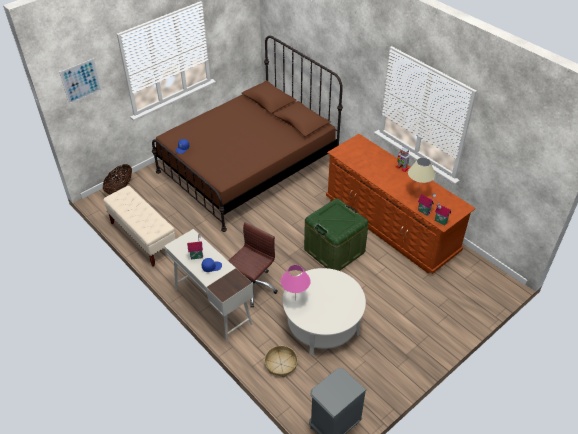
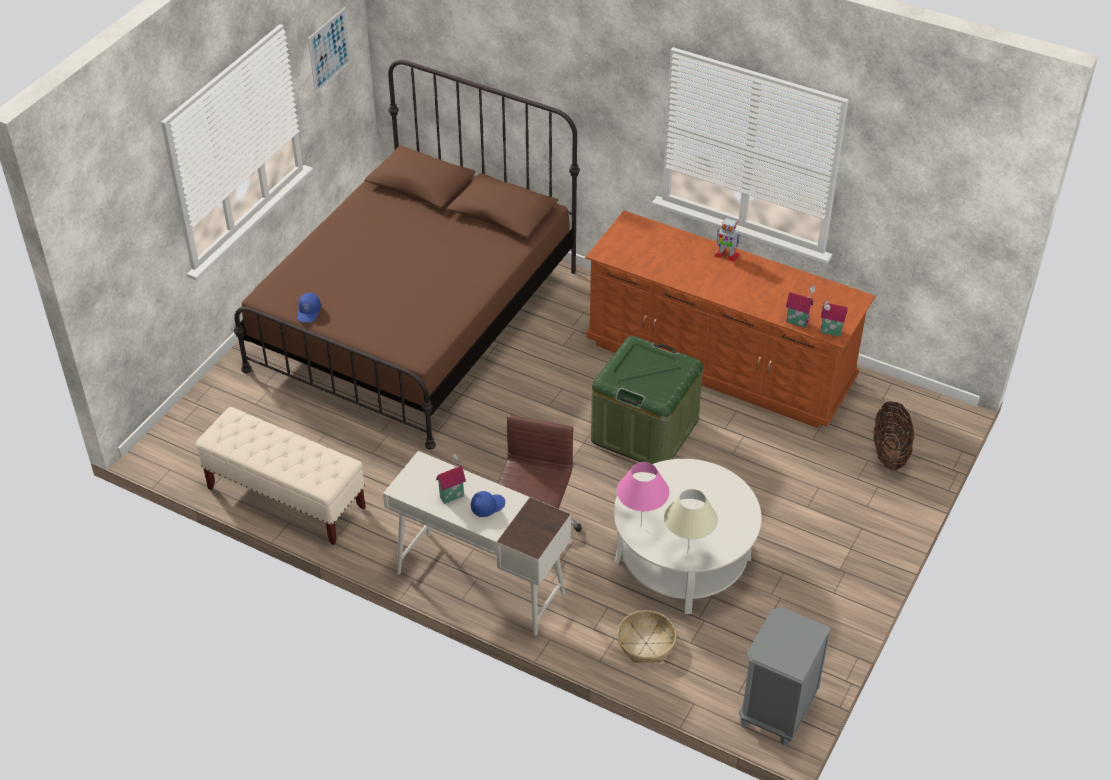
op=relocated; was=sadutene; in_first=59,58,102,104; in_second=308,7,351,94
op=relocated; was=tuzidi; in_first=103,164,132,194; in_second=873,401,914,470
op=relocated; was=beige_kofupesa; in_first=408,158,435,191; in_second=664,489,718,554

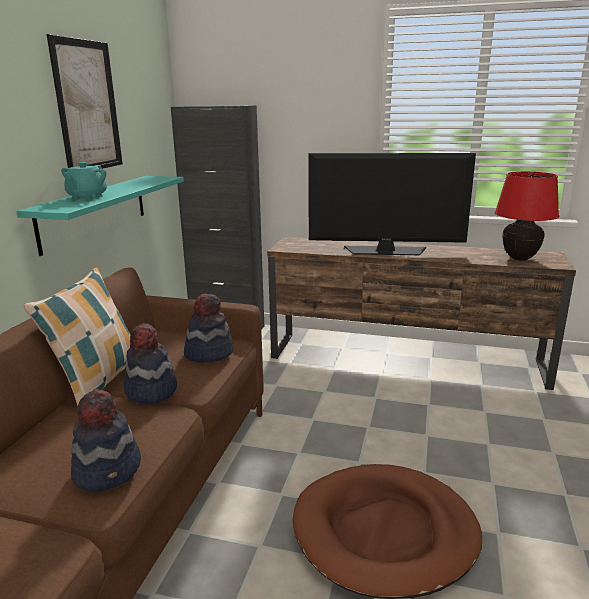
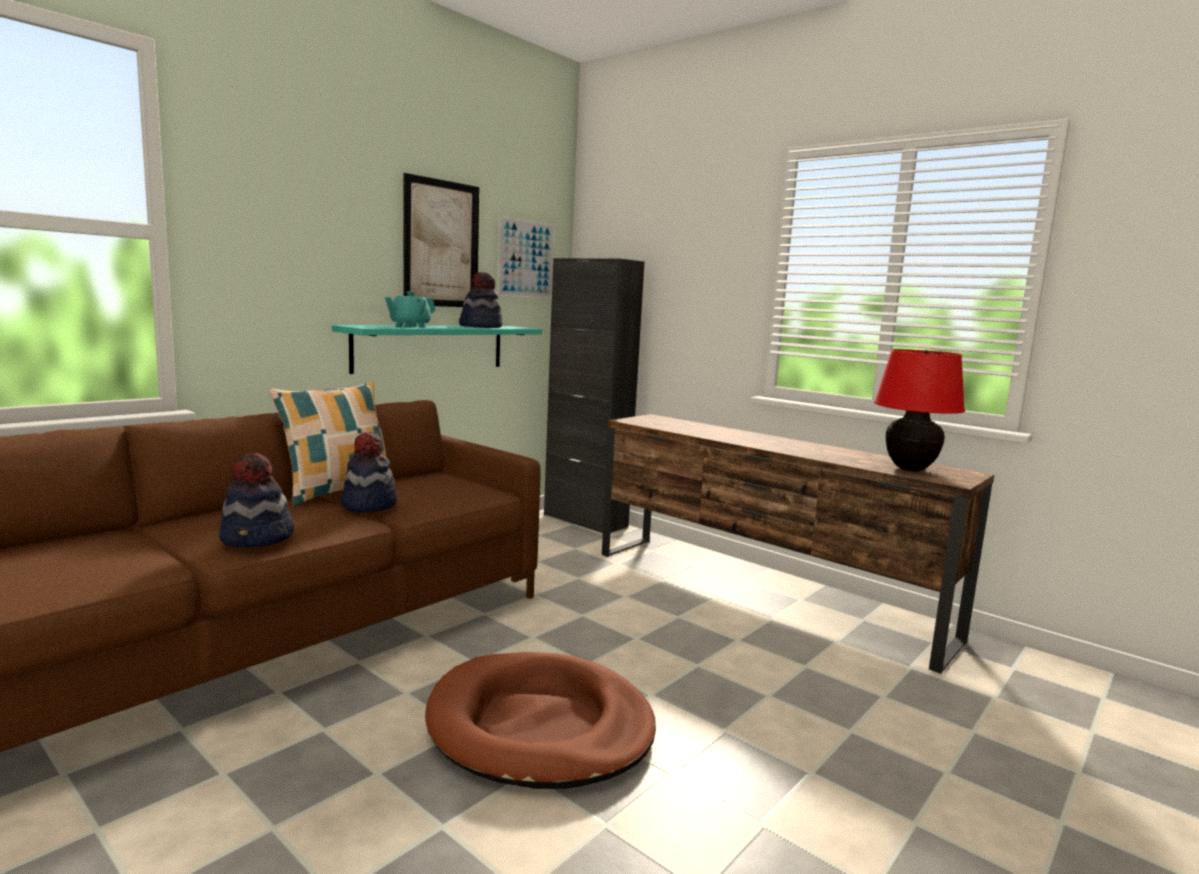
op=missing; was=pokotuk; in_first=308,153,476,255
op=appeared; now=sadutene; in_second=497,215,555,299
op=relocated; was=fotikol; in_first=184,294,233,363; in_second=459,272,503,328

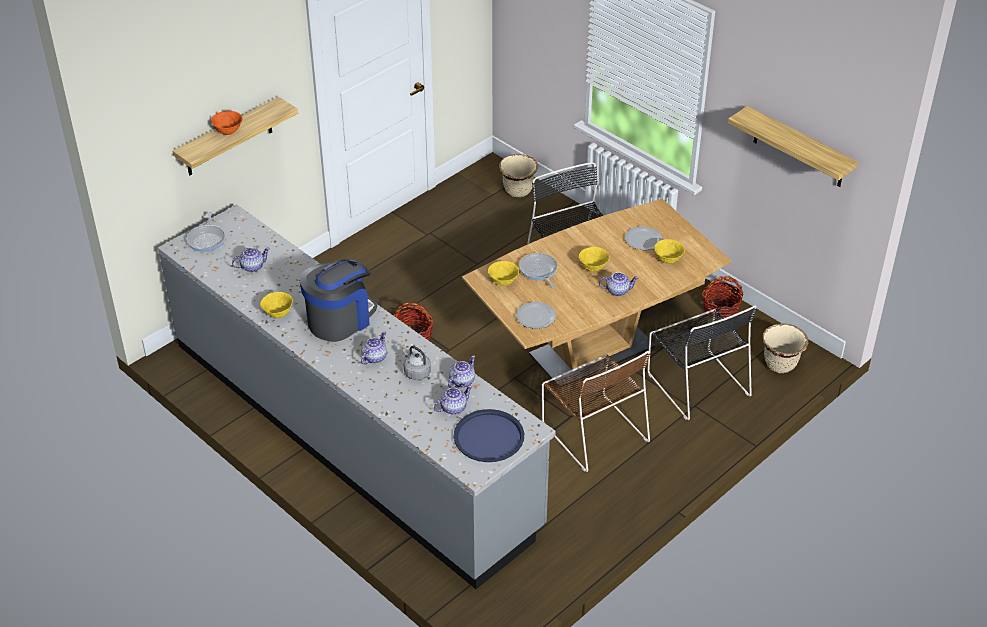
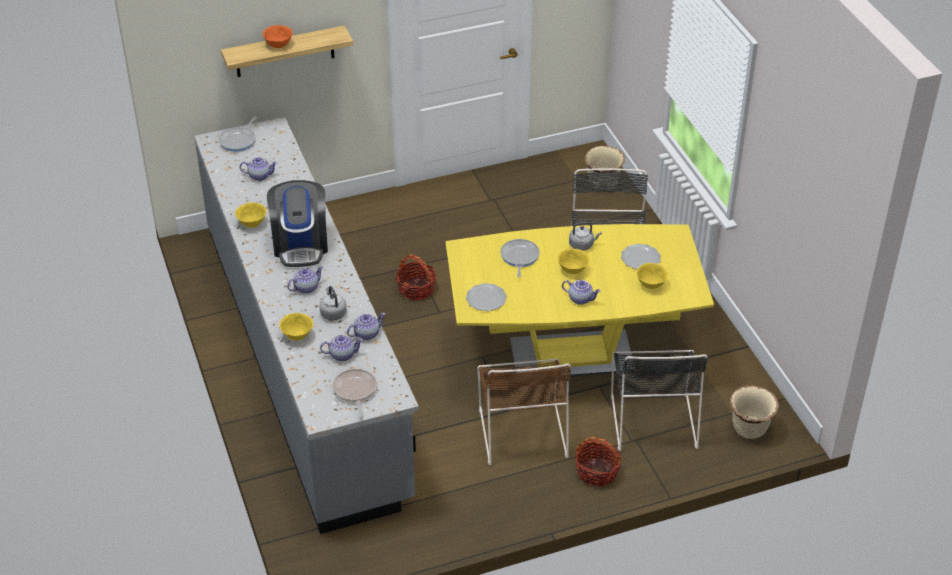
op=missing; was=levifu; in_first=728,106,858,187
op=appeared; now=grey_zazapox; in_second=569,222,602,251
op=relocated; was=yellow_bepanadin; in_first=488,261,519,286; in_second=279,313,313,341
op=relocated; was=tuzidi; in_first=702,276,744,319; in_second=575,437,621,487
op=exchanged; was=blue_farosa; now=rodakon; in_first=454,409,524,462; in_second=333,369,377,417
op=colour; was=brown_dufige; now=yellow_dufige; in_first=462,199,731,387; in_second=446,224,714,379
op=spun; was=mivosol; in_first=299,259,377,342; in_second=267,180,328,267; clockwise=105

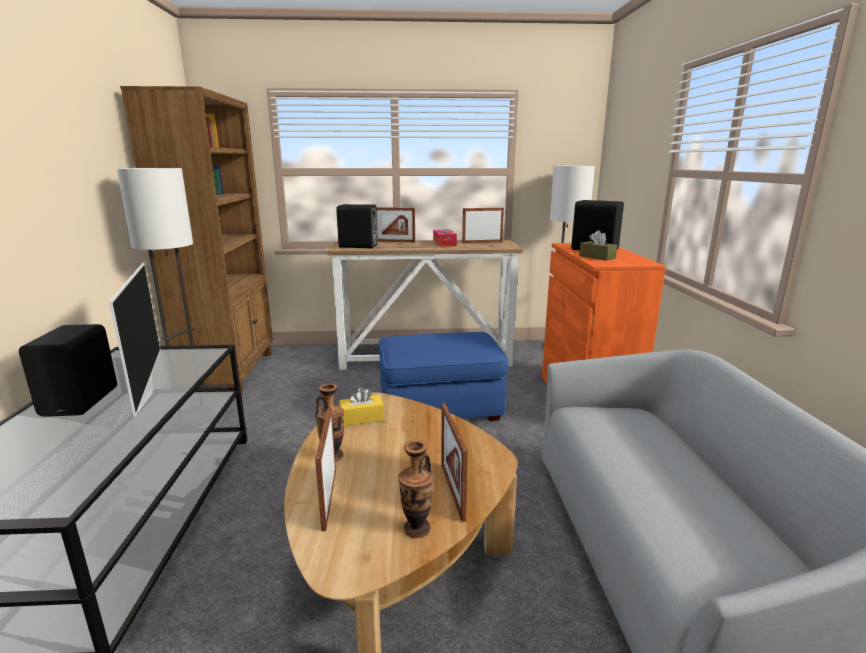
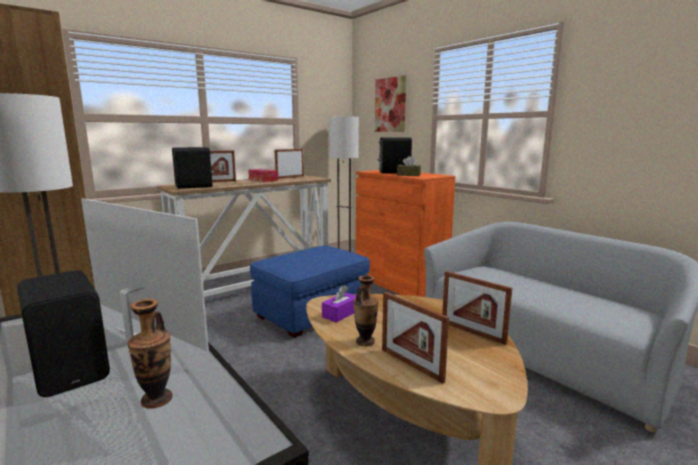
op=appeared; now=sadutene; in_second=375,75,406,132
op=relocated; was=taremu; in_first=398,440,434,538; in_second=127,299,172,409
op=colour; was=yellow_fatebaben; now=purple_fatebaben; in_first=340,387,384,426; in_second=322,285,356,323

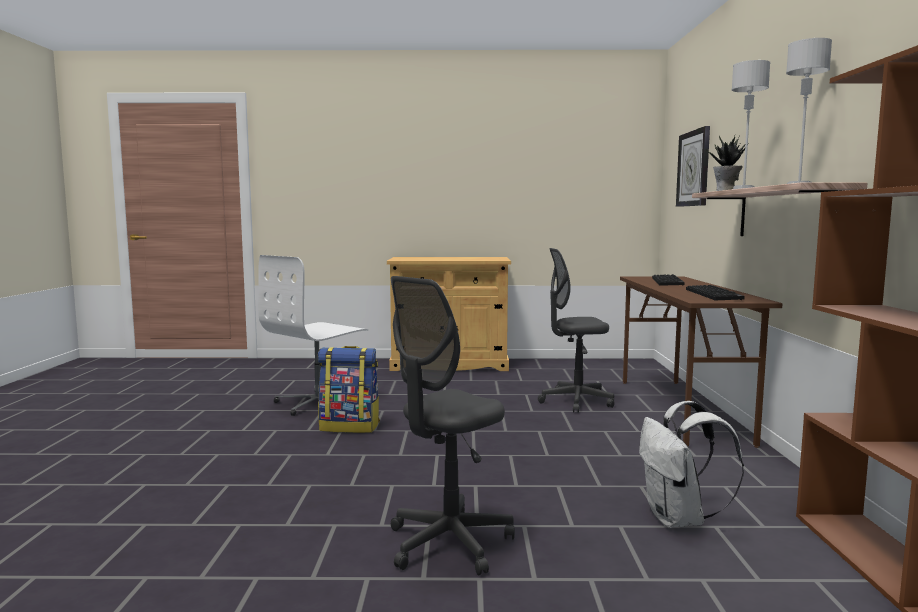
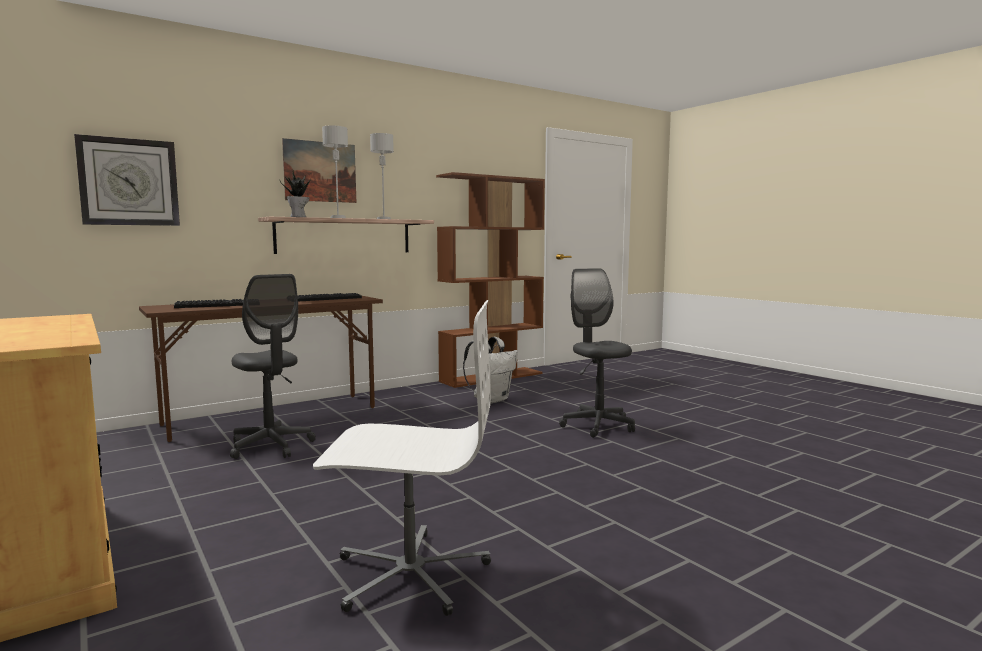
op=missing; was=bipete; in_first=318,346,380,433
op=appeared; now=sadutene; in_second=282,138,356,203
op=spun; was=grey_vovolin; in_first=391,276,515,575; in_second=559,268,635,438; clockwise=-120

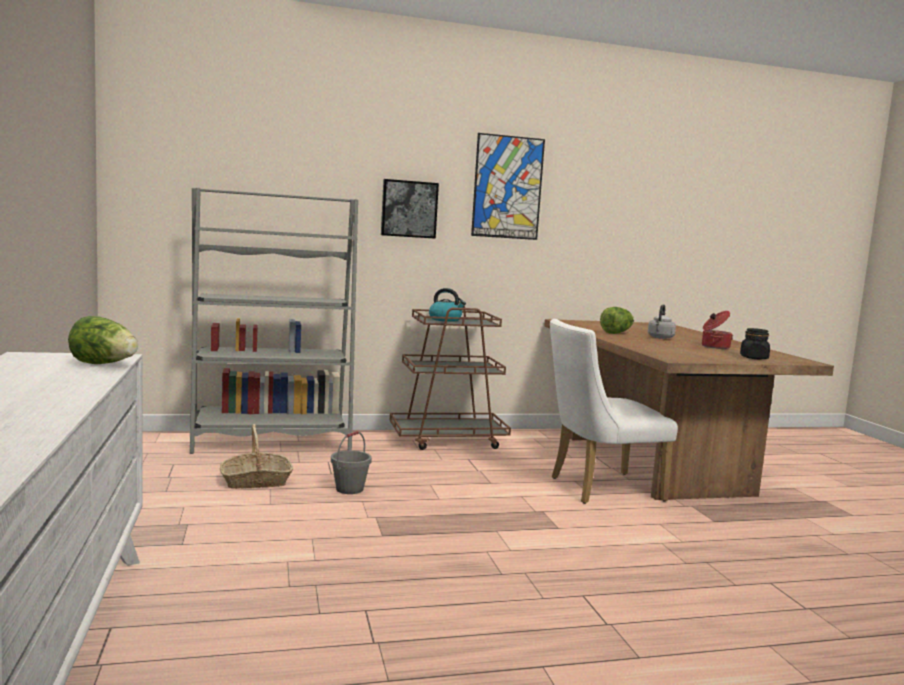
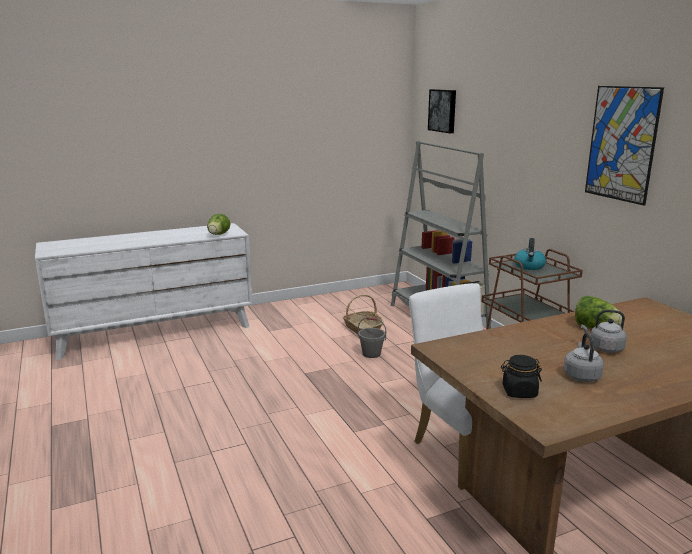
op=relocated; was=sadutene; in_first=381,179,439,239; in_second=428,89,456,133
op=exchanged; was=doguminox; now=grey_zazapox; in_first=702,311,733,349; in_second=564,333,604,382

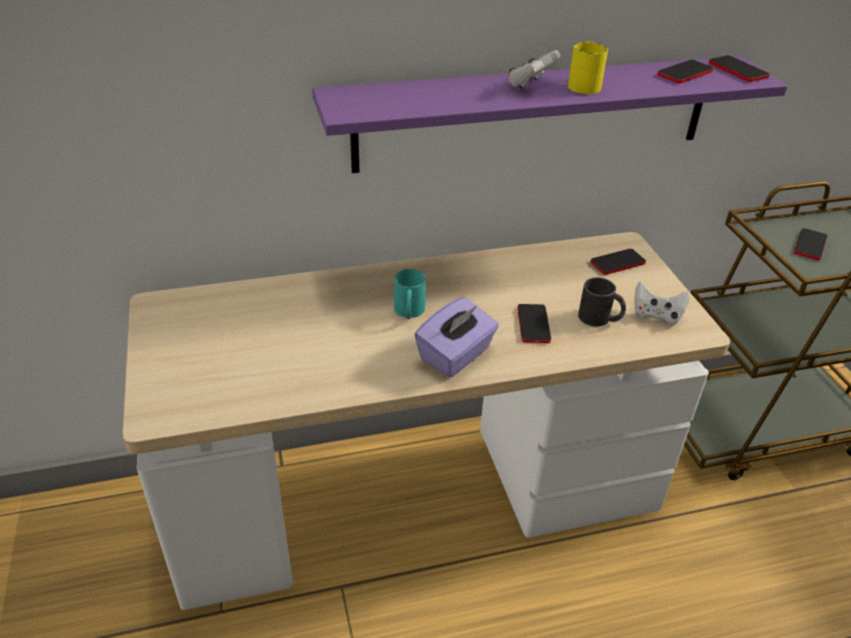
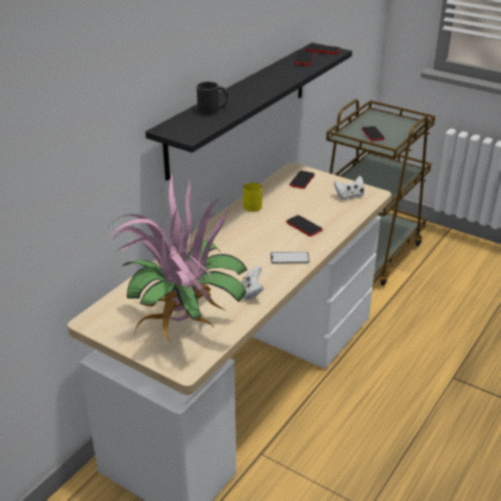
op=missing; was=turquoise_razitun; in_first=394,269,426,319
op=appeared; now=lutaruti; in_second=107,174,247,343
op=relocated; was=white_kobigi; in_first=508,50,560,88; in_second=241,266,264,300
op=relocated; was=yellow_razitun; in_first=568,42,608,94; in_second=243,183,262,212
op=relocated; was=black_razitun; in_first=578,277,626,326; in_second=197,81,229,115
op=exchanged; was=purple_fatebaben; now=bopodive; in_first=415,297,499,377; in_second=271,252,310,264
op=colour; was=purple_levifu; now=black_levifu; in_first=312,56,787,173; in_second=145,43,352,181

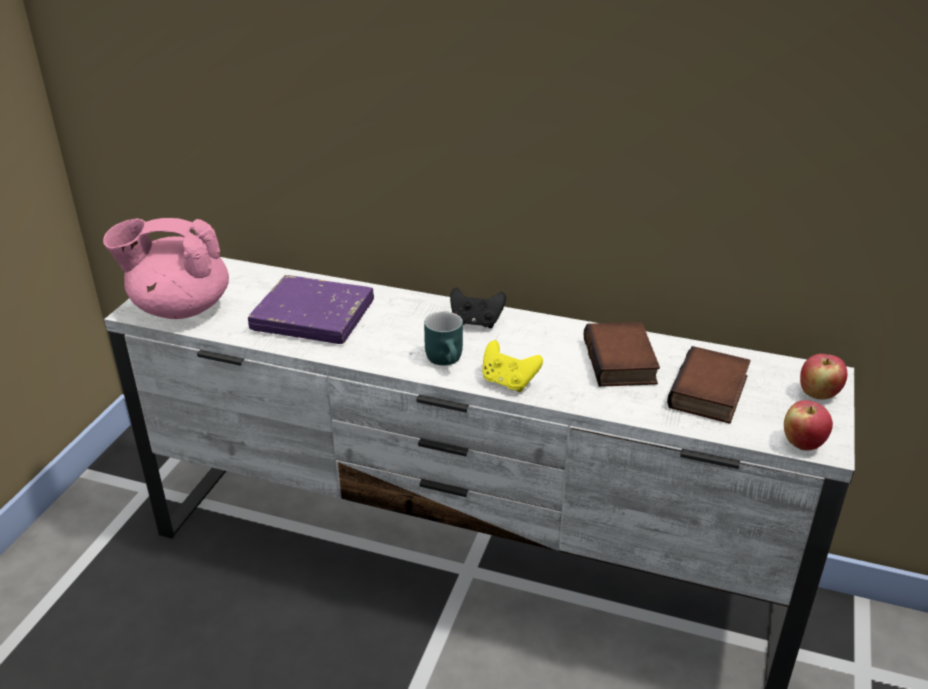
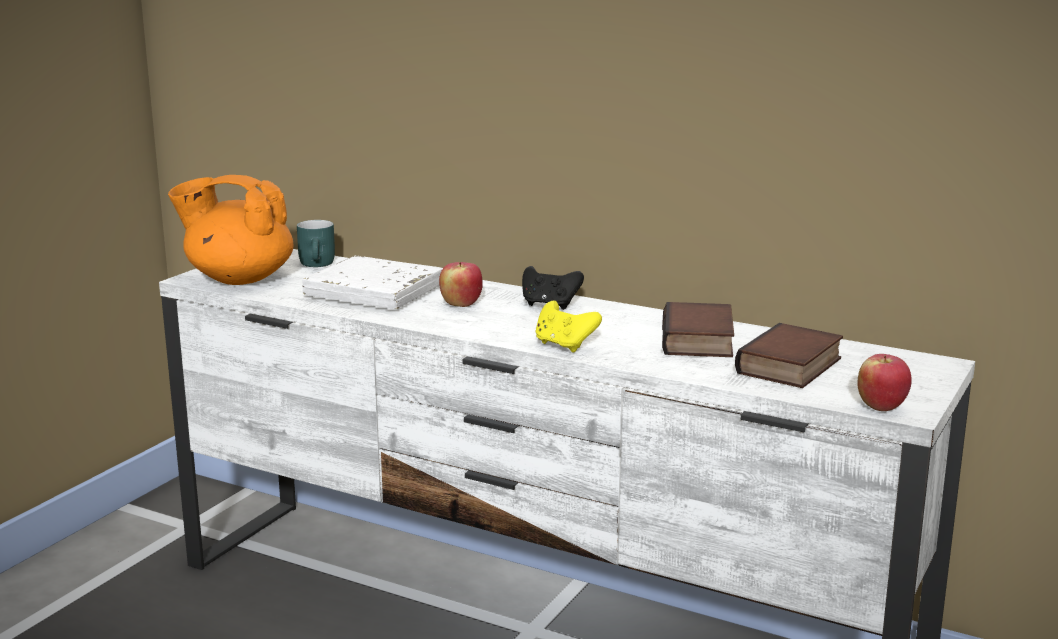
op=relocated; was=turquoise_razitun; in_first=424,312,463,365; in_second=297,220,335,267
op=relocated; was=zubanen; in_first=800,354,847,399; in_second=439,262,483,307
op=colour; was=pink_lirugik; now=orange_lirugik; in_first=103,218,229,319; in_second=168,175,293,285
op=colour; was=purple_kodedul; now=white_kodedul; in_first=248,275,374,344; in_second=302,256,443,309

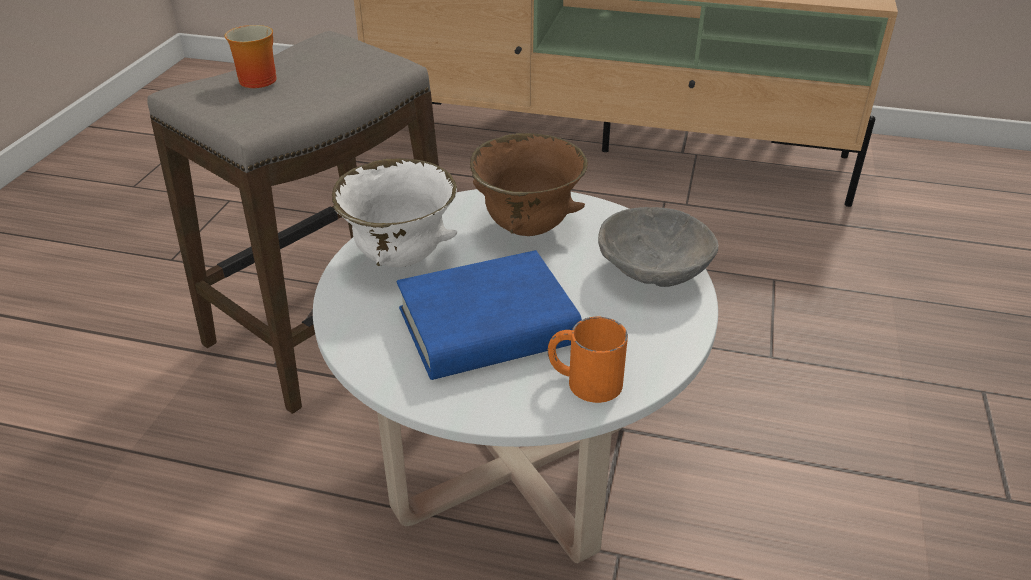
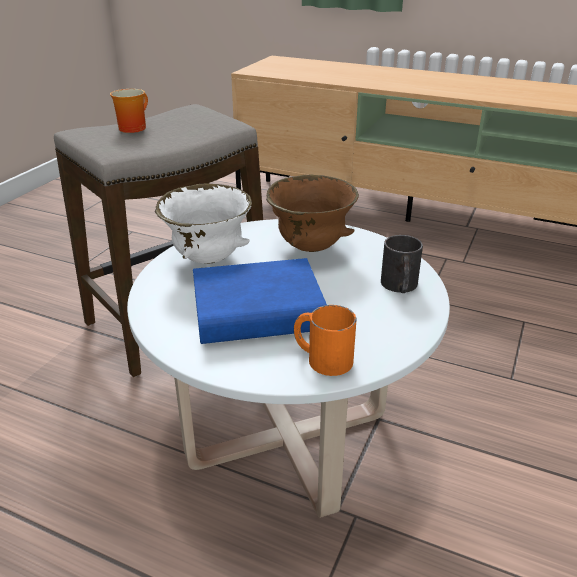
op=exchanged; was=grey_bepanadin; now=black_razitun; in_first=598,207,719,287; in_second=381,235,423,293

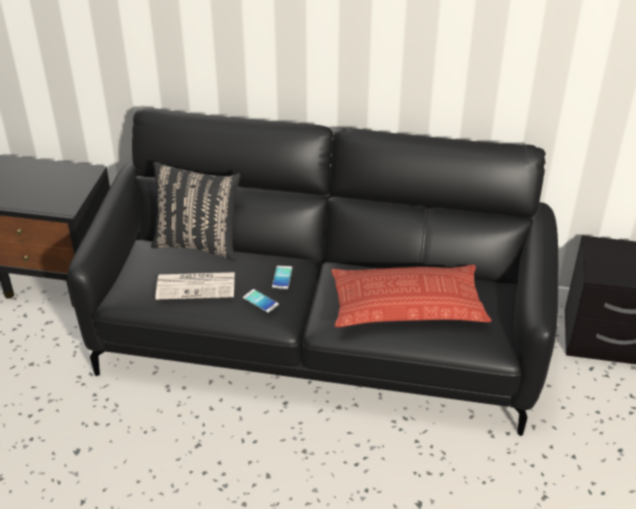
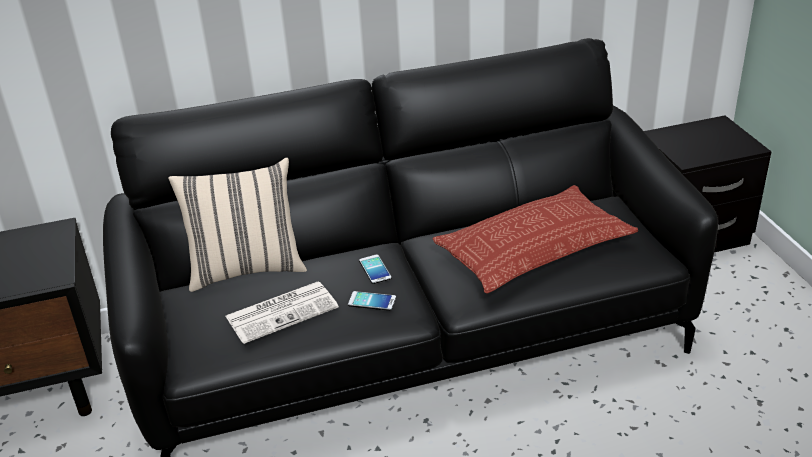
op=colour; was=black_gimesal; now=beige_gimesal; in_first=151,162,241,261; in_second=168,157,307,292

